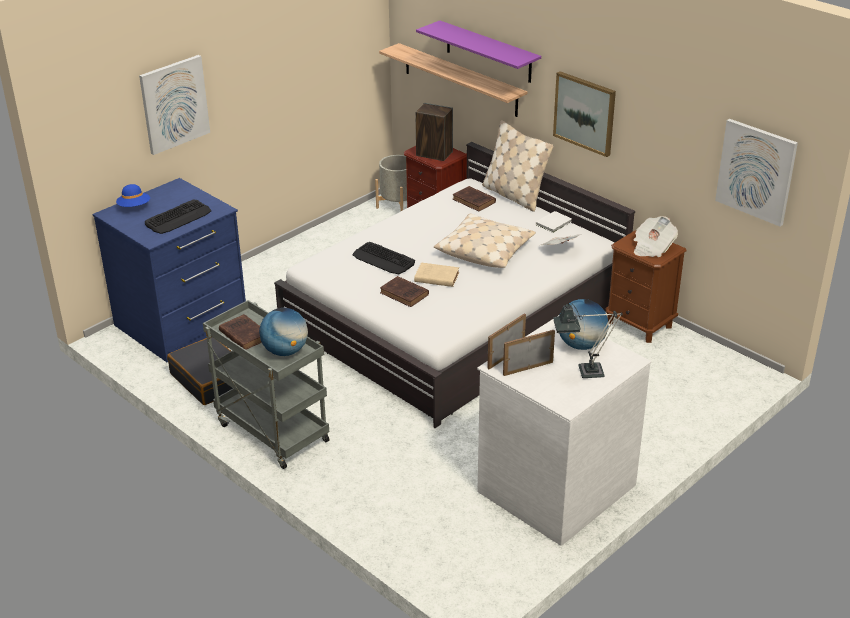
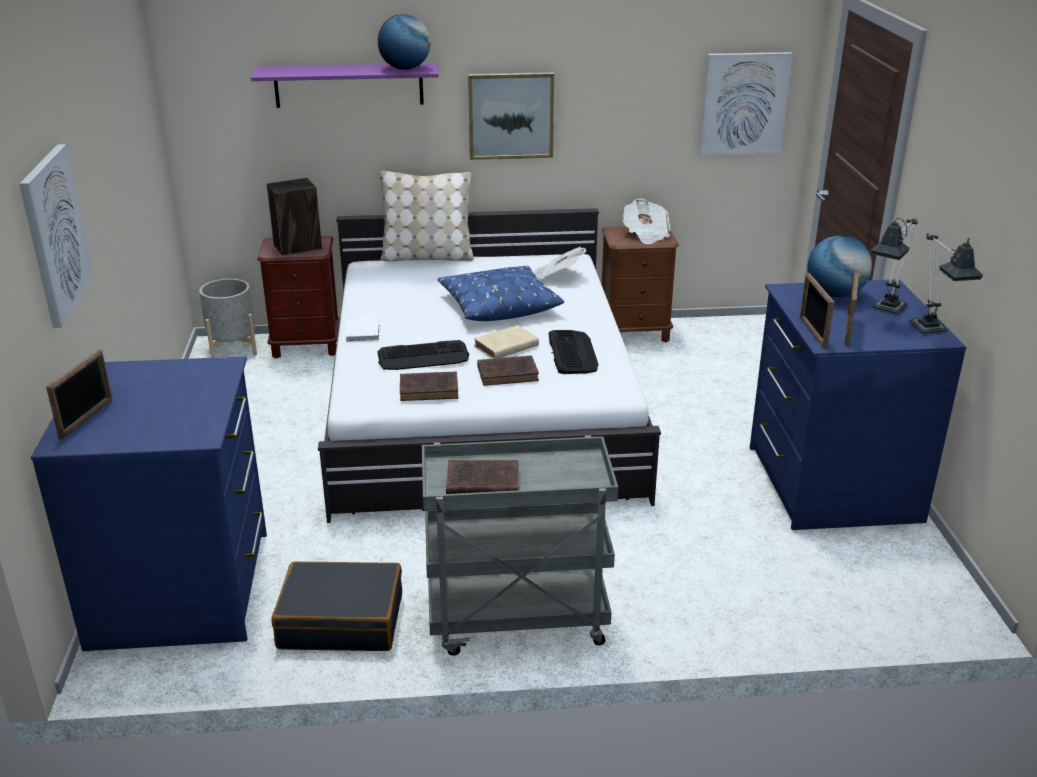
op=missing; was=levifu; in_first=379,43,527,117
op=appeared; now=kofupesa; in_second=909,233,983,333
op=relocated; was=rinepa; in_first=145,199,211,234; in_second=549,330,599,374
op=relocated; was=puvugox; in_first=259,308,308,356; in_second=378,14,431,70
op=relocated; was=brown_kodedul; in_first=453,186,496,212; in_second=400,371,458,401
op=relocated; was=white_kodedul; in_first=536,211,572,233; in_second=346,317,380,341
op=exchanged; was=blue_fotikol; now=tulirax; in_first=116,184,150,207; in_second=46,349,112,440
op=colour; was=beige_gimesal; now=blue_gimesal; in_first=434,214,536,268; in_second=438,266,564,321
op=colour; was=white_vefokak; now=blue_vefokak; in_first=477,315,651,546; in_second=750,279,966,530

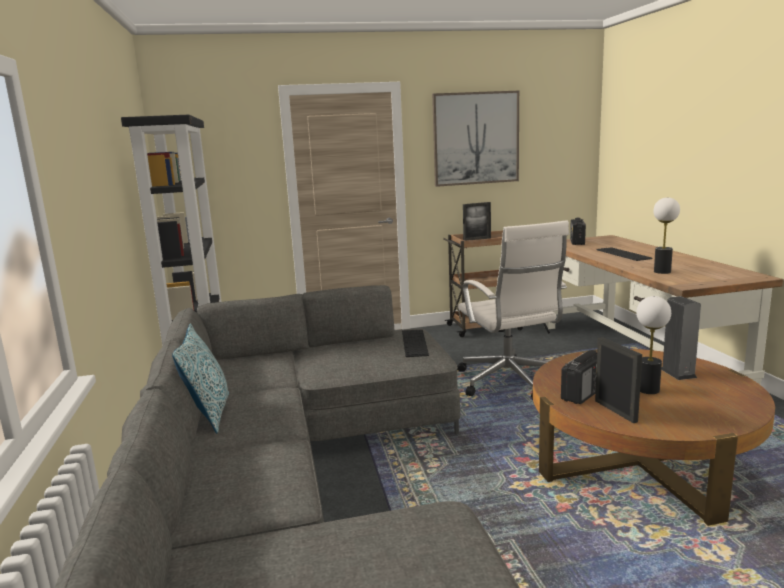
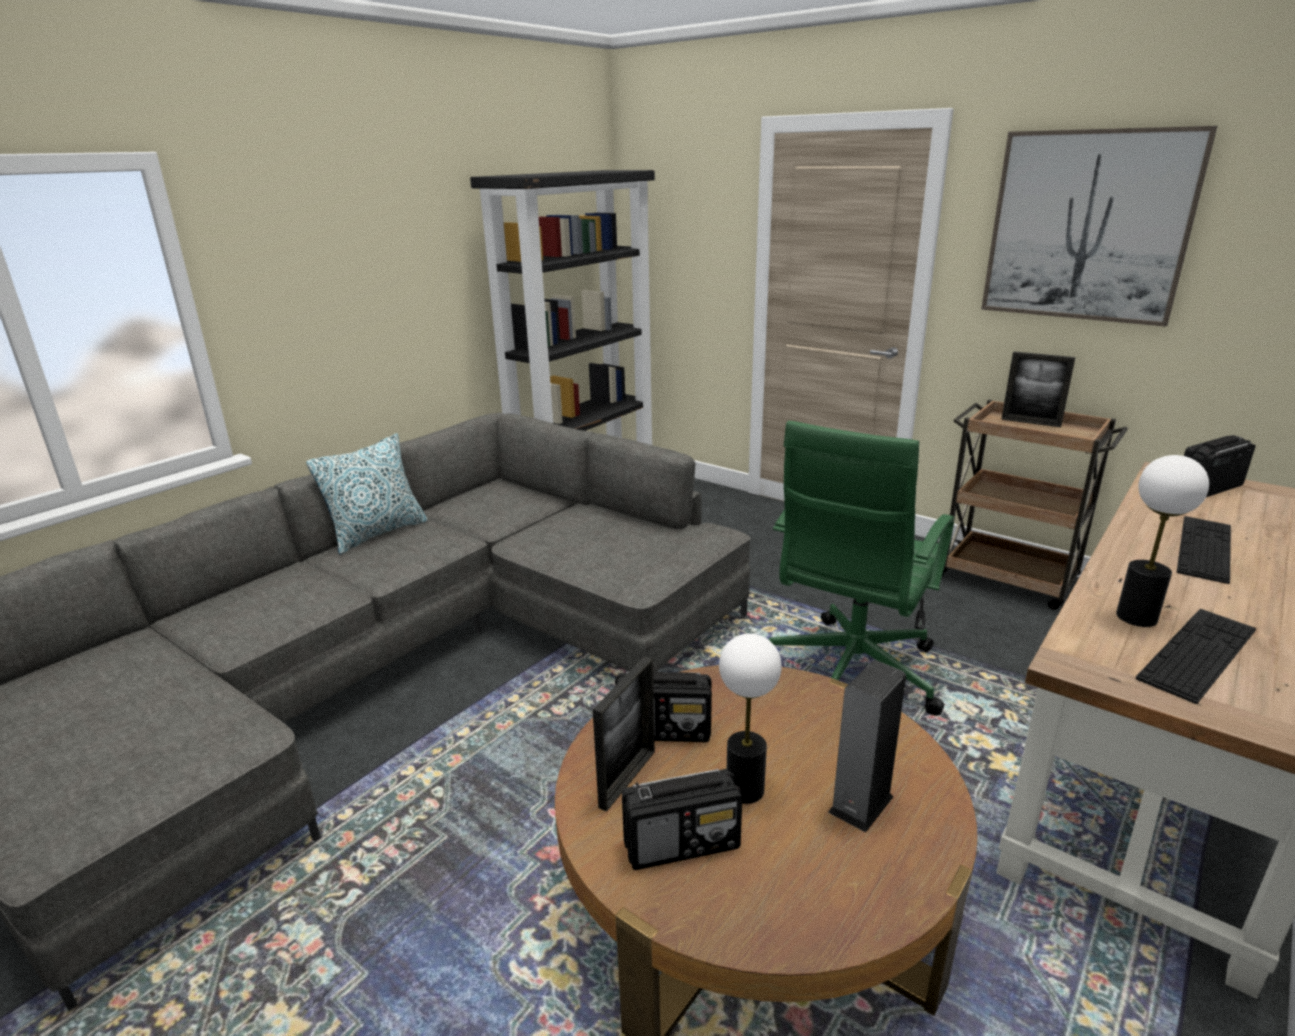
op=appeared; now=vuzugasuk; in_second=622,769,742,870
op=relocated; was=rinepa; in_first=402,330,429,357; in_second=1136,609,1256,704
op=colour; was=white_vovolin; now=green_vovolin; in_first=457,221,569,400; in_second=769,421,954,716

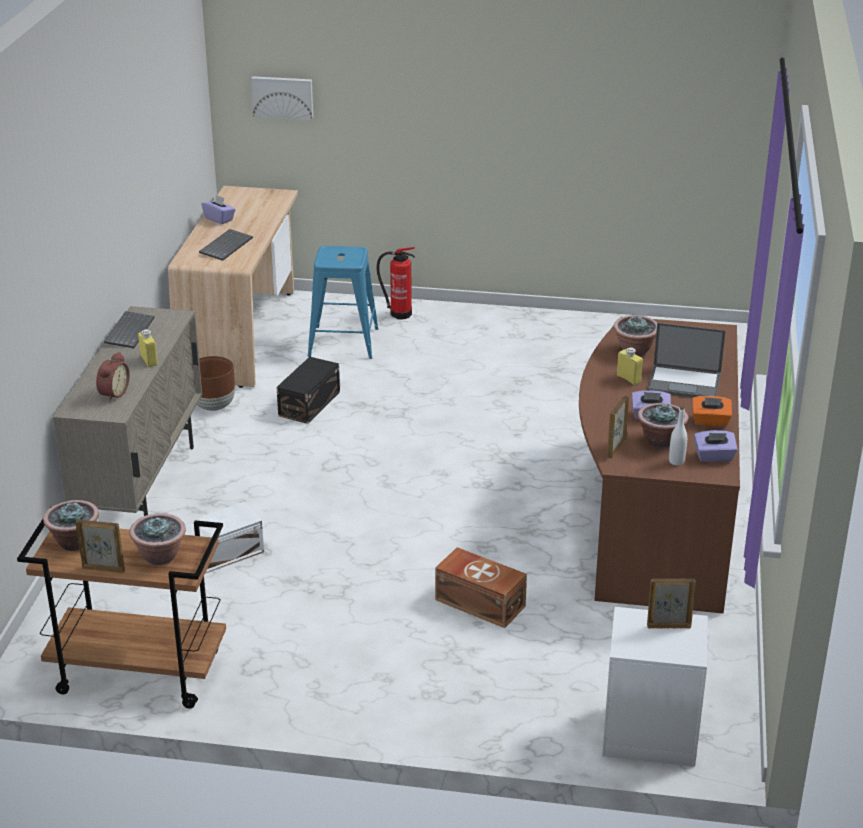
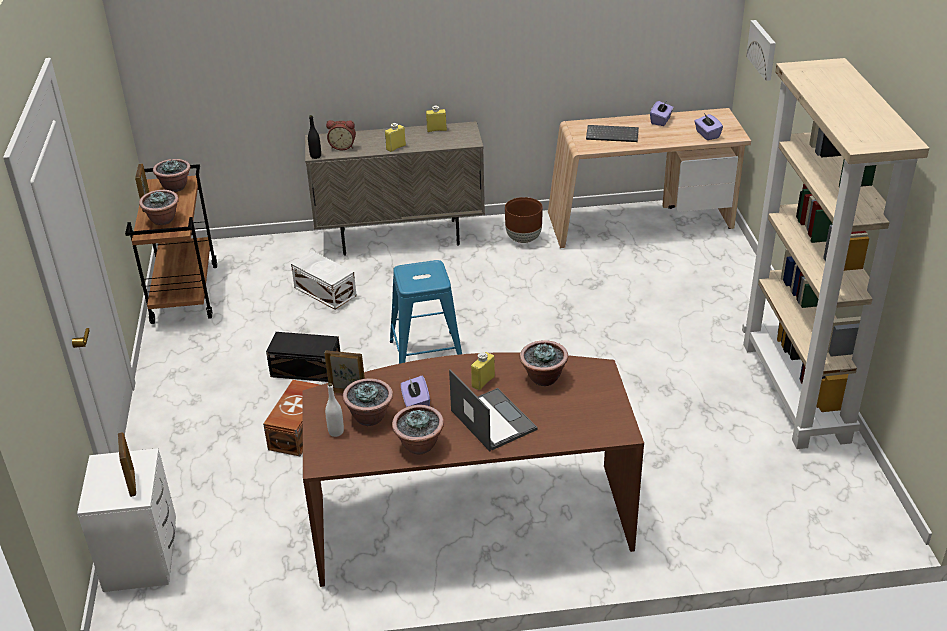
op=missing; was=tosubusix; in_first=377,247,415,319
op=appeared; now=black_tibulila; in_second=308,115,321,159
op=appeared; now=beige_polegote; in_second=742,58,929,449
op=relocated; was=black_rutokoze; in_first=277,357,340,424; in_second=266,332,340,382
op=relocated; was=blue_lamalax; in_first=308,246,379,359; in_second=390,260,462,364
op=relocated; was=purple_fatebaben; in_first=694,430,738,462; in_second=694,113,723,140
op=exchanged; was=rinepa; now=yellow_tibulila; in_first=104,311,155,348; in_second=426,105,447,132
op=exchanged; was=orange_fatebaben; now=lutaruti; in_first=692,396,732,426; in_second=392,405,444,455
op=spun; was=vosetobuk; in_first=647,323,726,398; in_second=449,369,538,451; clockwise=150

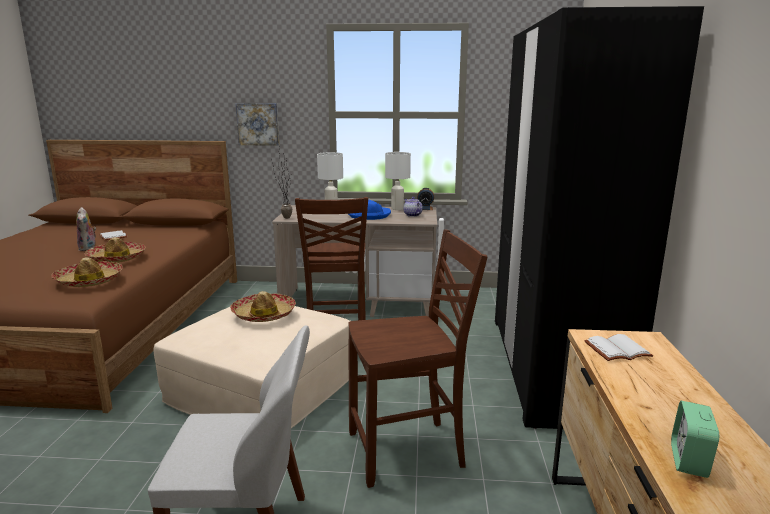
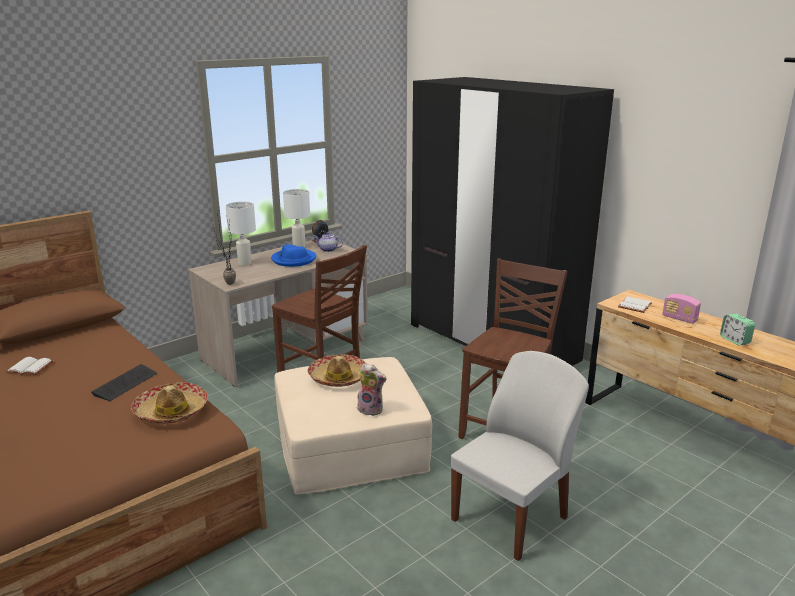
op=missing; was=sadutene; in_first=236,103,279,146
op=appeared; now=vuzugasuk; in_second=662,294,701,324
op=relocated; was=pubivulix; in_first=76,207,96,251; in_second=357,363,386,416
op=exchanged; was=fotikol; now=rinepa; in_first=85,238,146,263; in_second=91,364,157,401

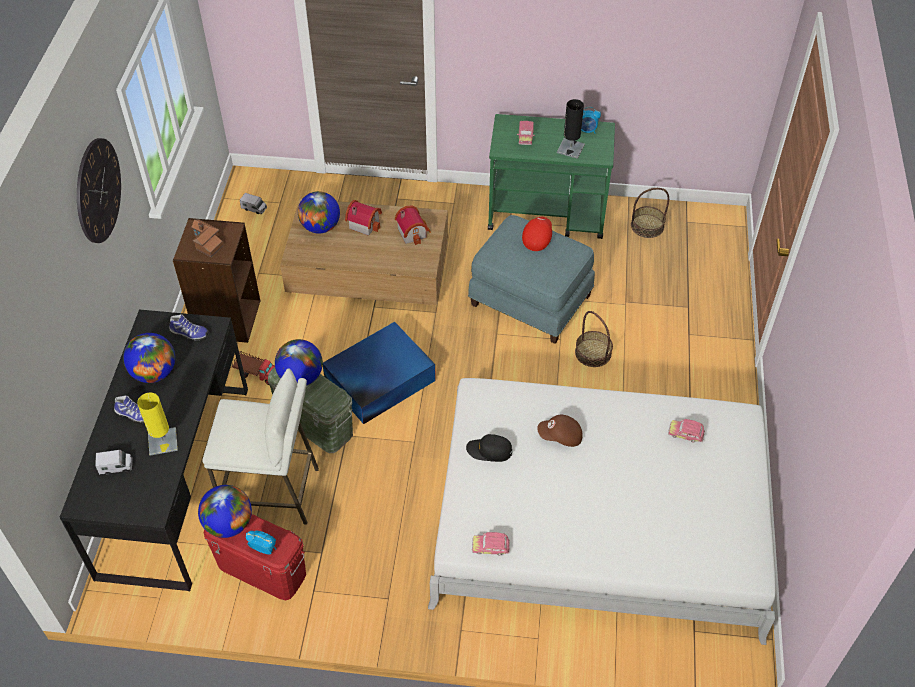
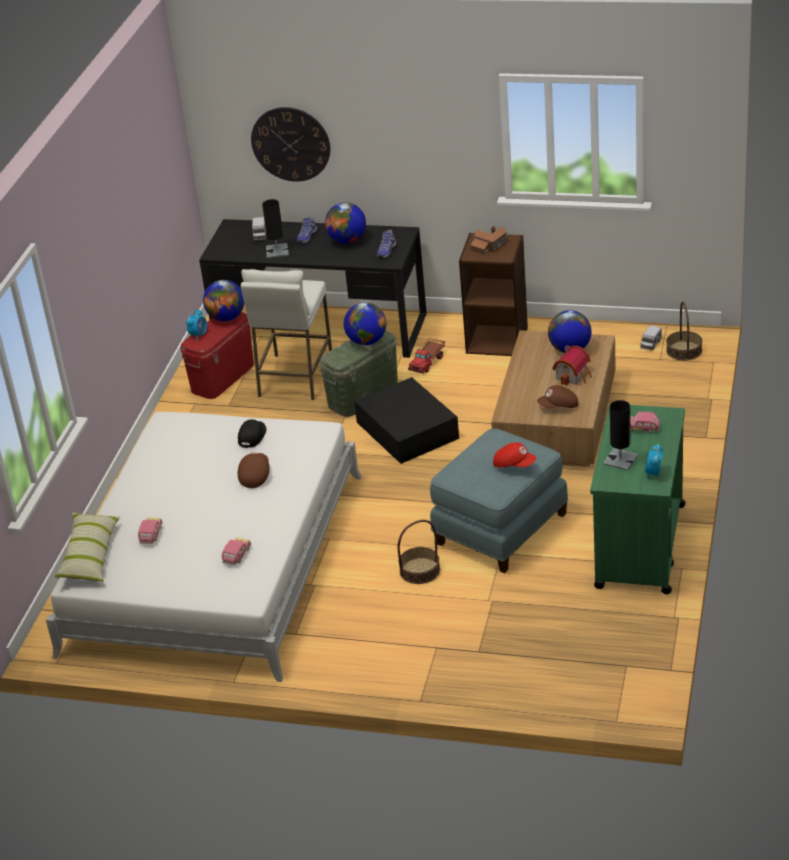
op=appeared; now=gimesal; in_second=54,512,120,582
op=relocated; was=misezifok; in_first=77,138,121,243; in_second=251,107,330,182
op=relocated; was=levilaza; in_first=472,532,510,556; in_second=138,518,163,544
op=relocated; was=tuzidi; in_first=631,188,669,238; in_second=666,301,702,361
op=exchanged; was=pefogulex; now=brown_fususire; in_first=395,206,431,245; in_second=537,385,578,408
op=colour; was=yellow_kofupesa; now=black_kofupesa; in_first=137,393,178,456; in_second=262,199,289,258
op=colour; was=blue_rutokoze; now=black_rutokoze; in_first=323,322,436,424; in_second=354,377,459,464

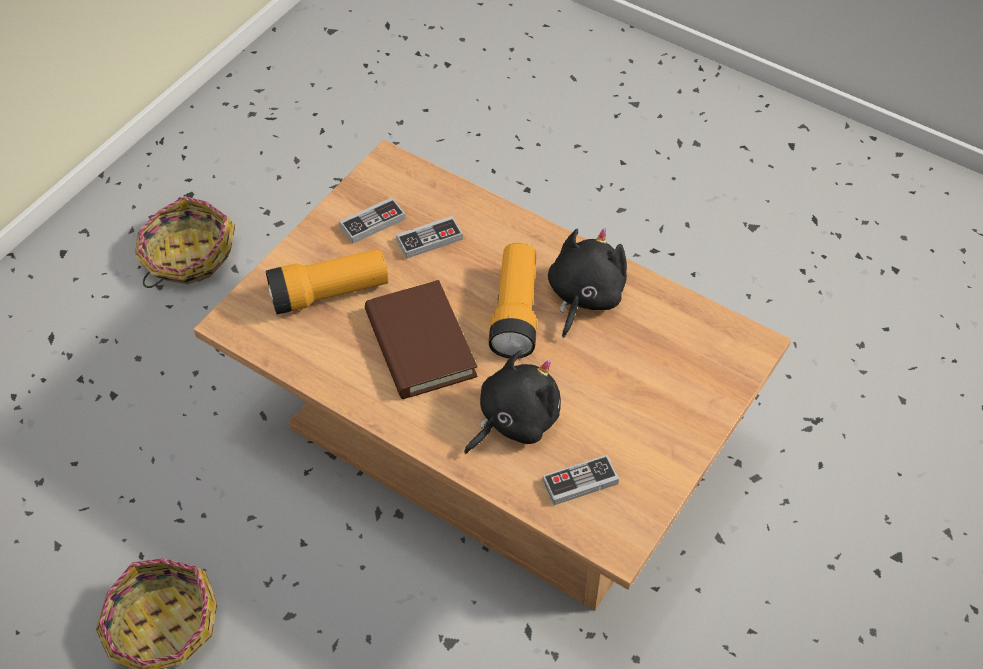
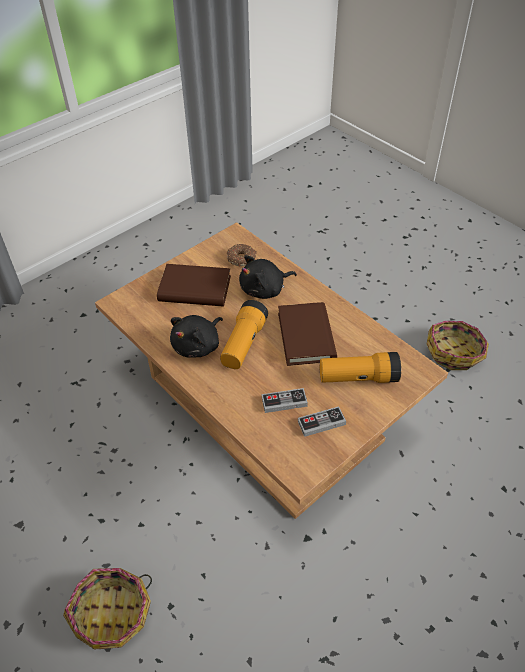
op=appeared; now=brown_kodedul; in_second=157,264,231,306
op=relocated; was=tuzidi; in_first=135,196,235,288; in_second=63,568,152,649
op=exchanged; was=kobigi; now=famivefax; in_first=542,455,619,505; in_second=227,244,257,266

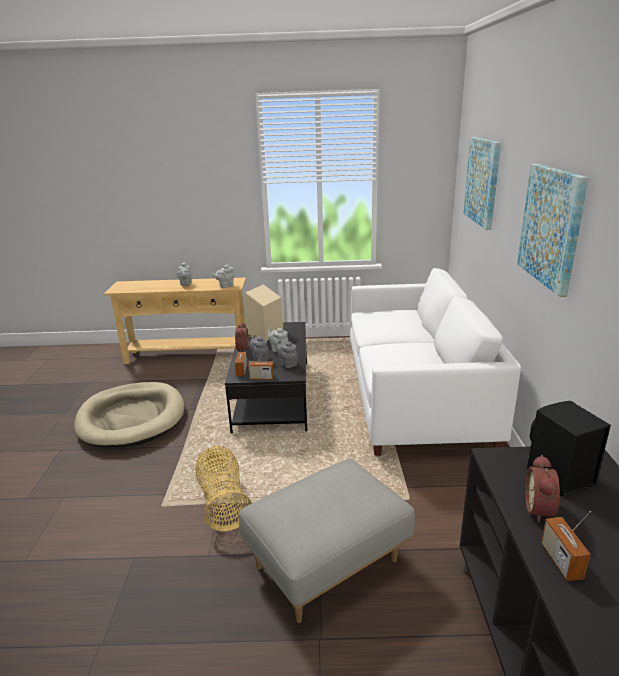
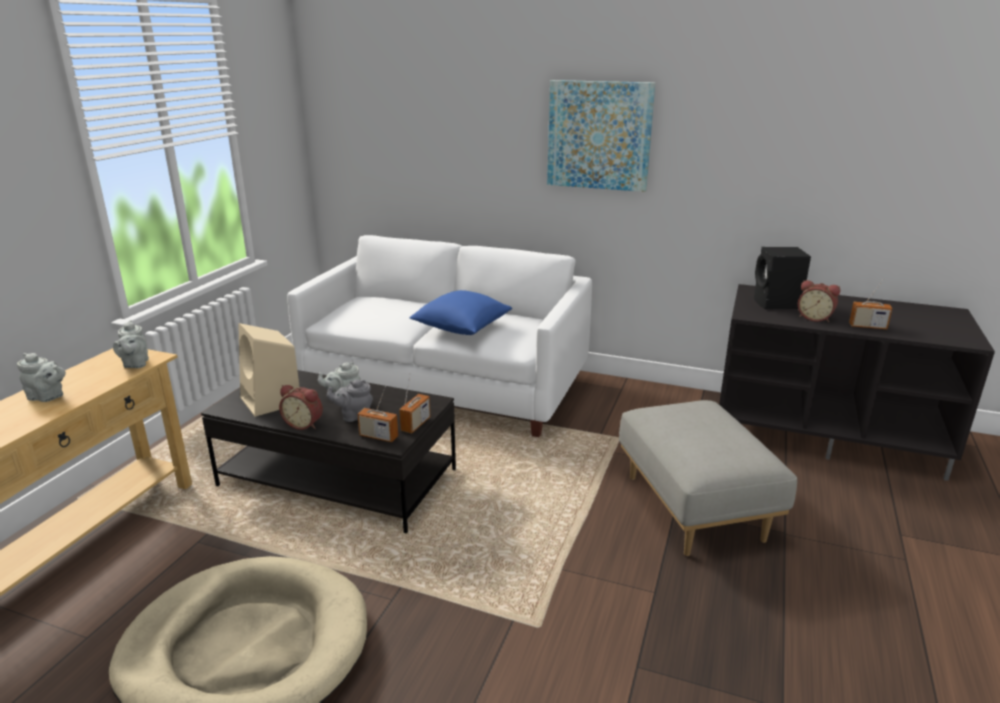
op=missing; was=tuzidi; in_first=196,446,252,531
op=missing; was=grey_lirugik; in_first=276,340,298,368
op=missing; was=sadutene; in_first=464,137,501,230
op=appeared; now=blue_gimesal; in_second=409,290,512,335

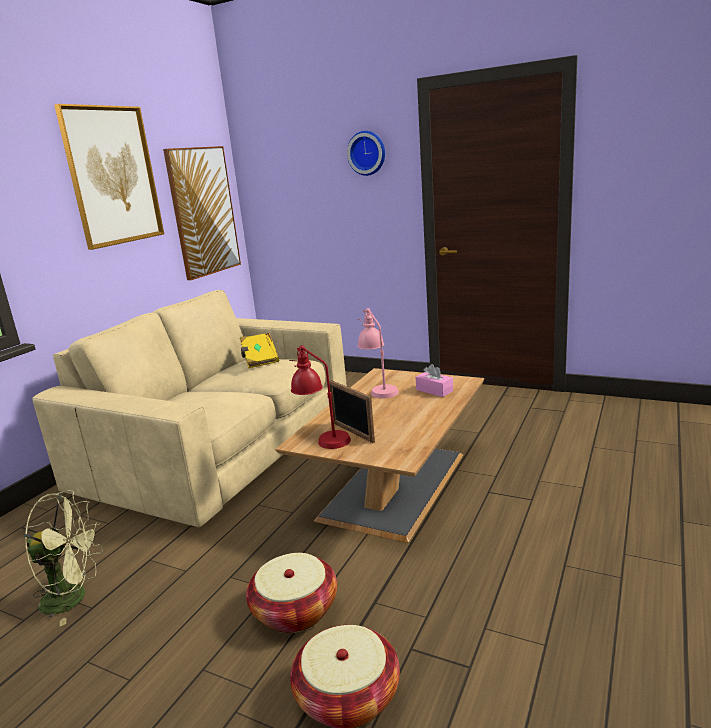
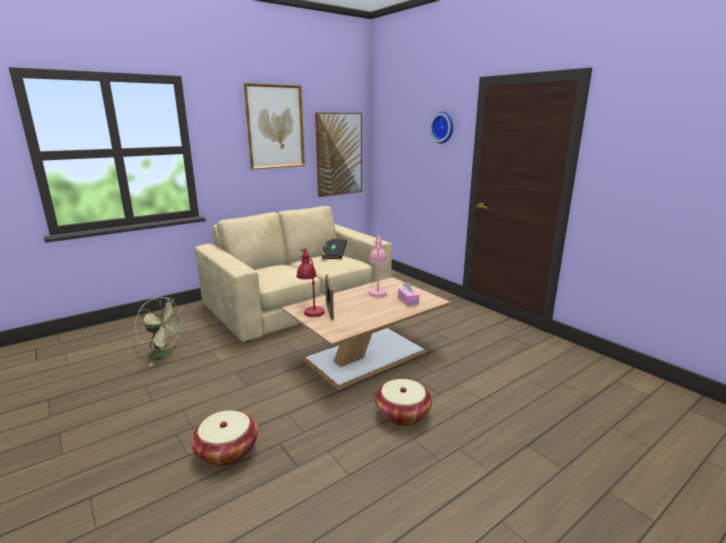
op=relocated; was=tuzidi; in_first=246,553,337,633; in_second=375,379,432,426
op=colour; was=yellow_kodedul; now=black_kodedul; in_first=240,333,279,368; in_second=321,238,347,259

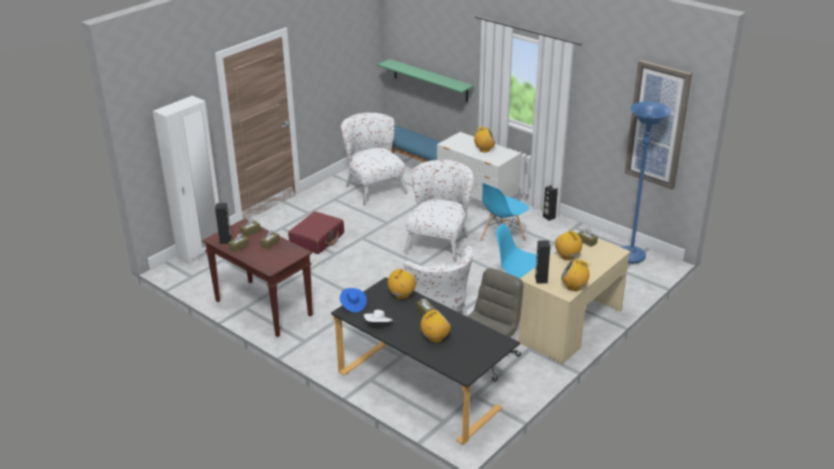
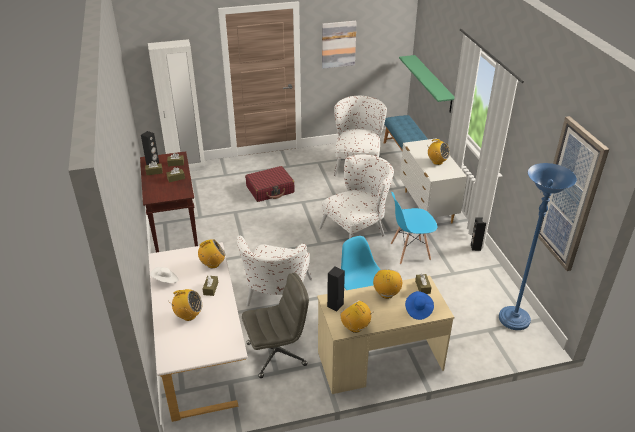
op=appeared; now=sadutene; in_second=322,21,357,69
op=relocated; was=blue_fotikol; in_first=340,288,367,313; in_second=405,291,434,320
op=colour; was=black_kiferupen; now=white_kiferupen; in_first=331,277,520,445; in_second=149,242,248,422

